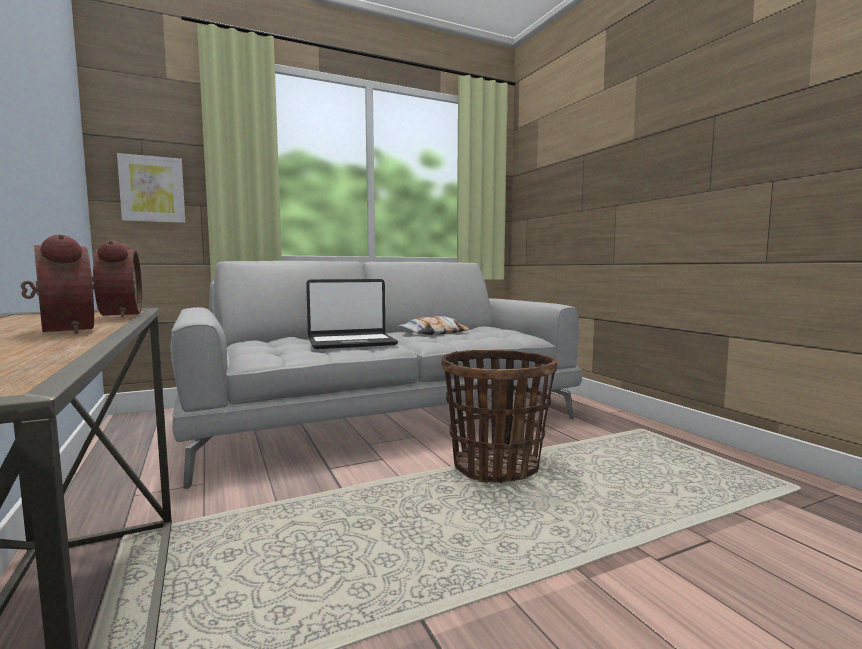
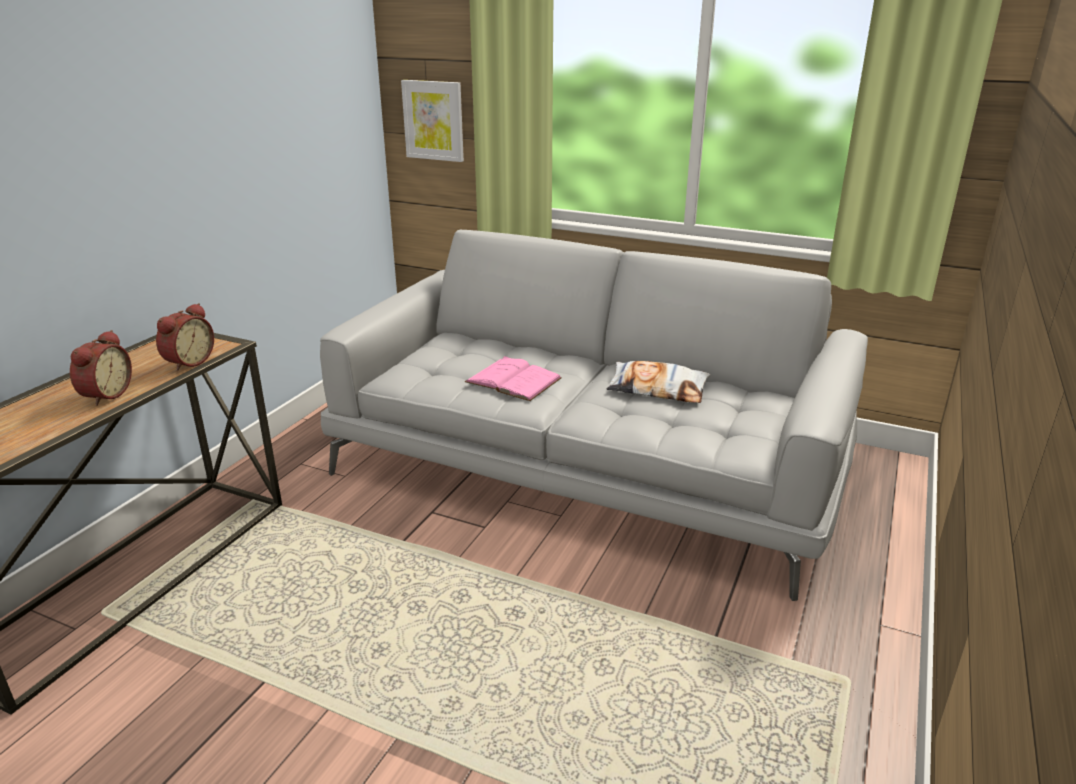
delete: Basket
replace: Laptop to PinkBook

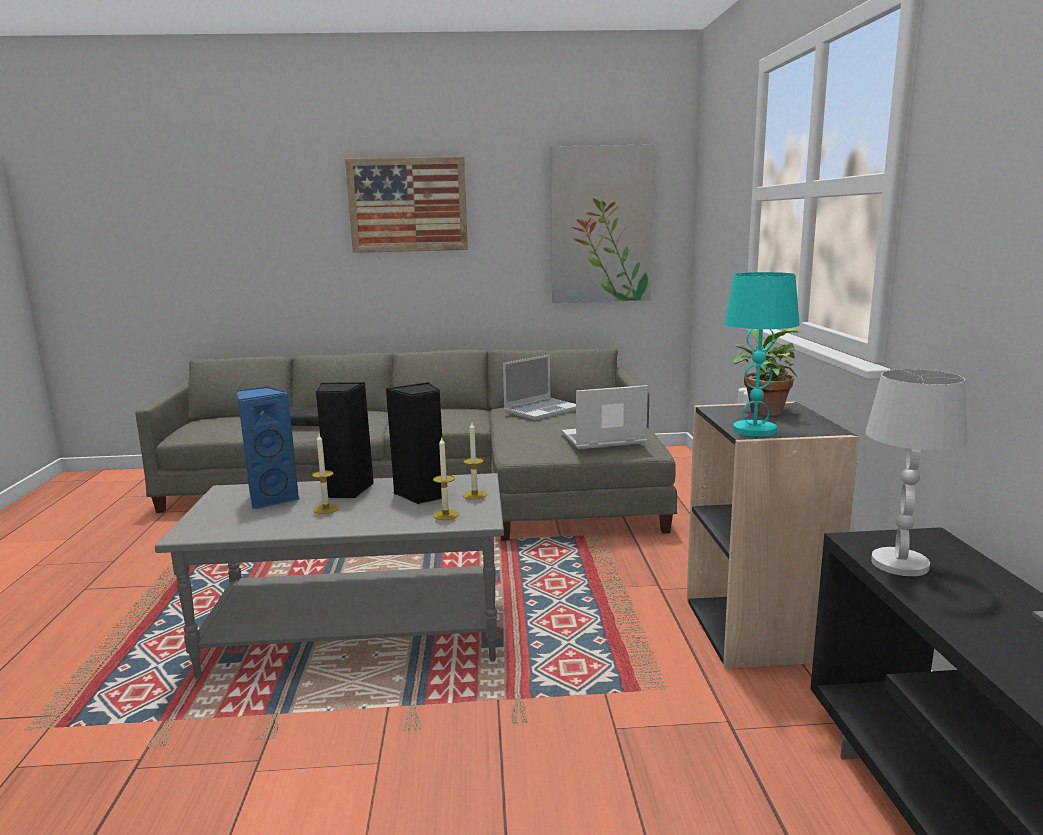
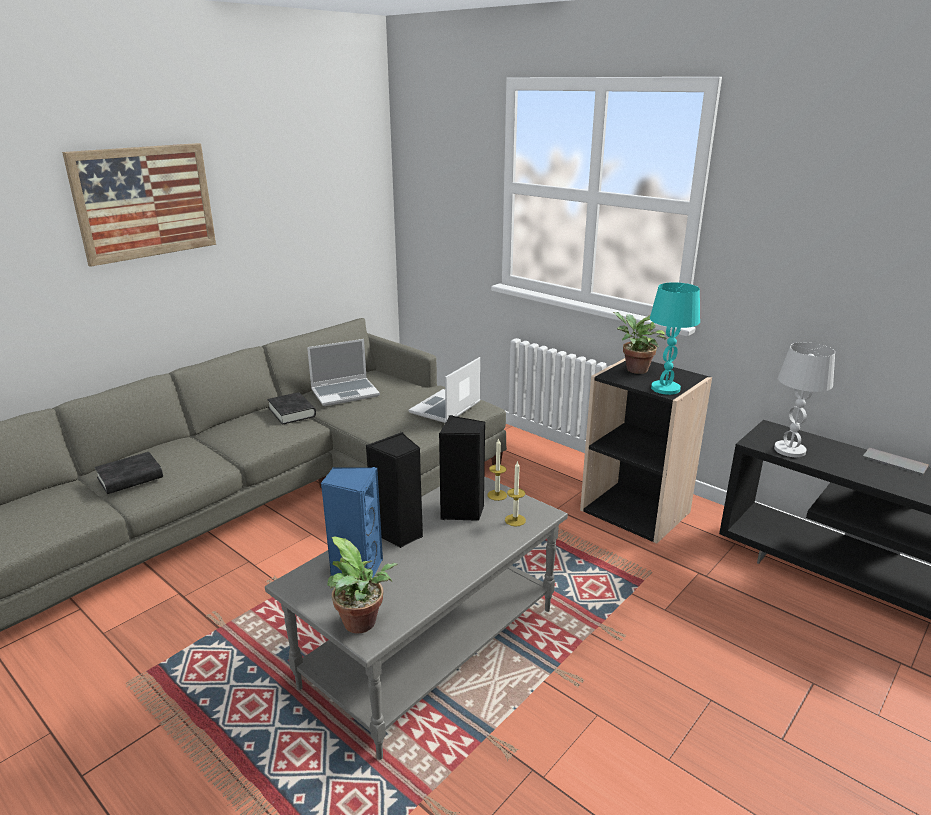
delete: Picture (2nd from left); Candle (1st from left)
insert: BlackBook (2nd from left); PottedPlant (1st from left)
rotate: Laptop (1st from left) 60 degrees clockwise

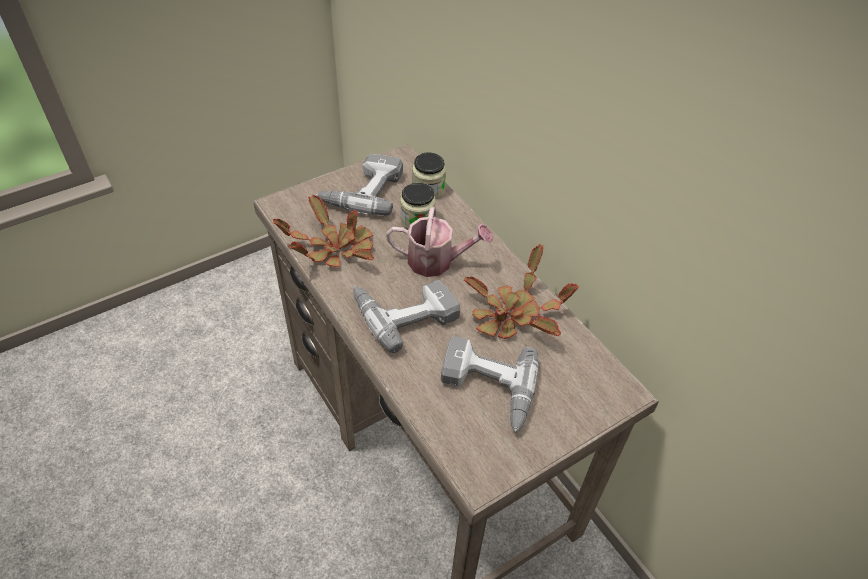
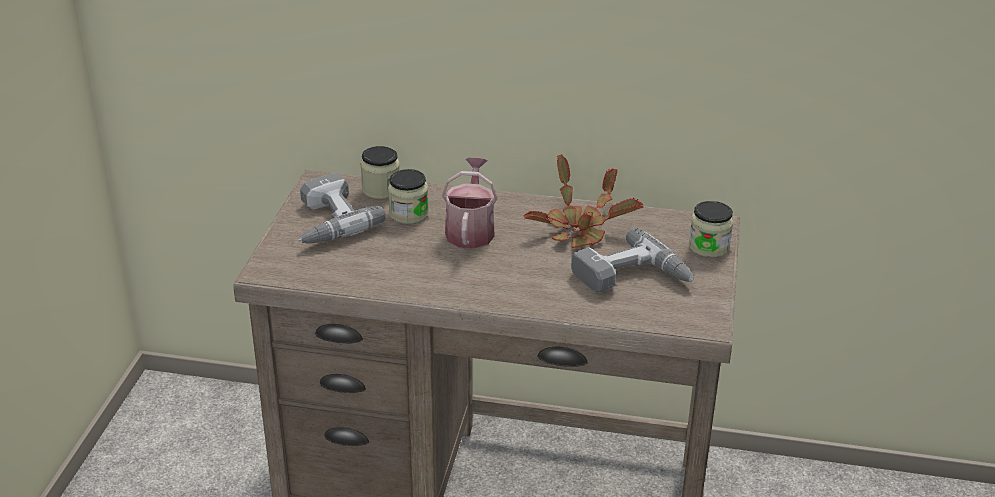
delete: PottedPlant (1st from left); PowerDrill (2nd from left)
insert: Jar (3rd from left)
rotate: WateringCan 45 degrees counterclockwise

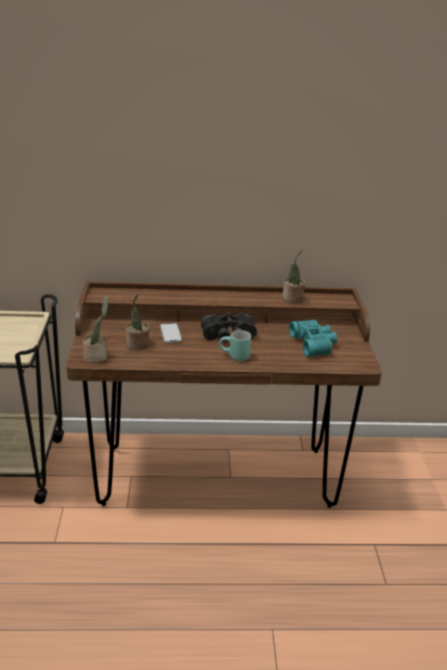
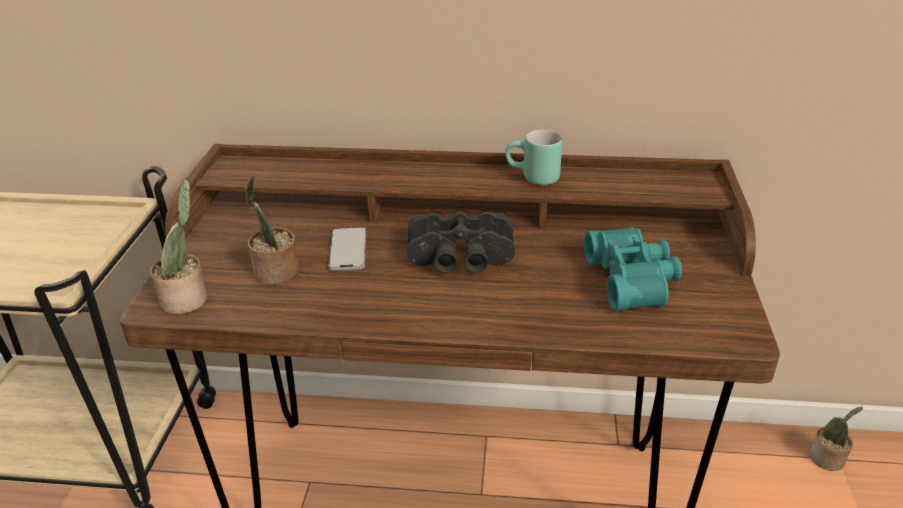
move: PottedPlant (3rd from left); TurquoiseMug

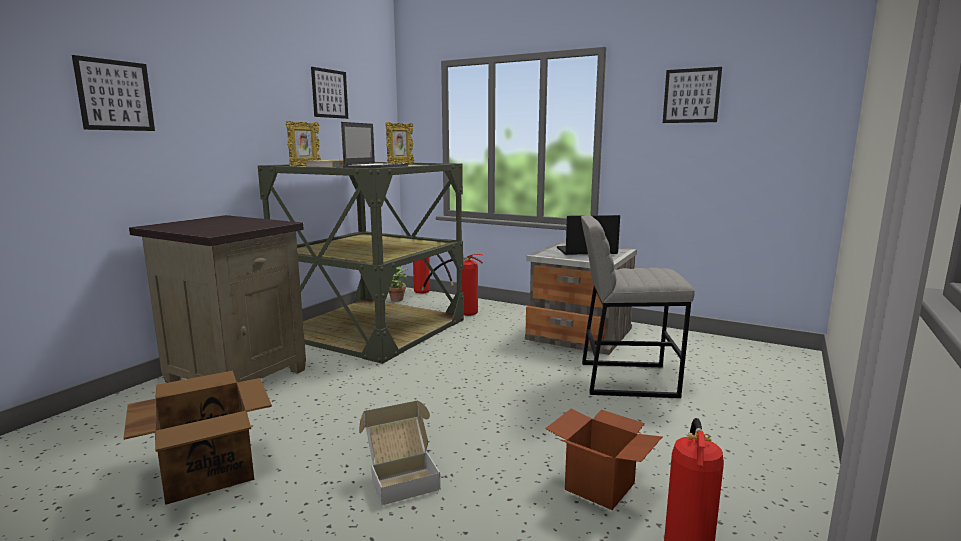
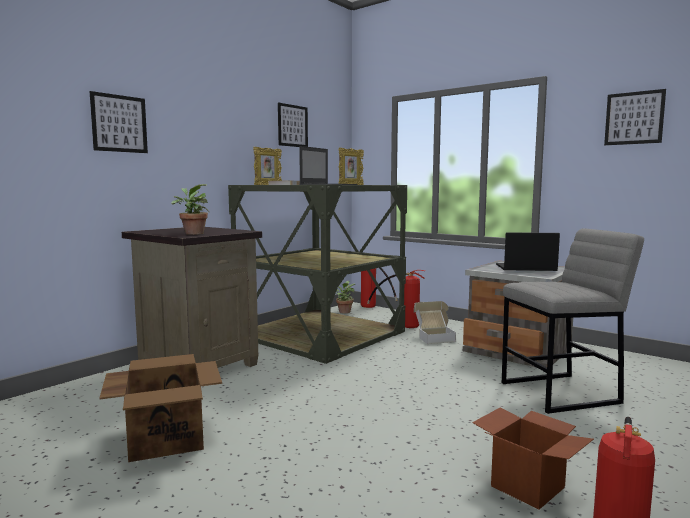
insert: PottedPlant (1st from left)
move: CardboardBox (2nd from left)
rotate: GreyChair 150 degrees clockwise

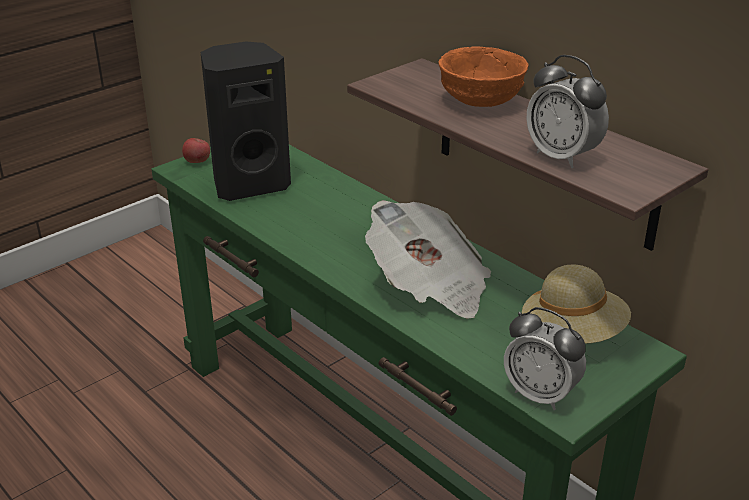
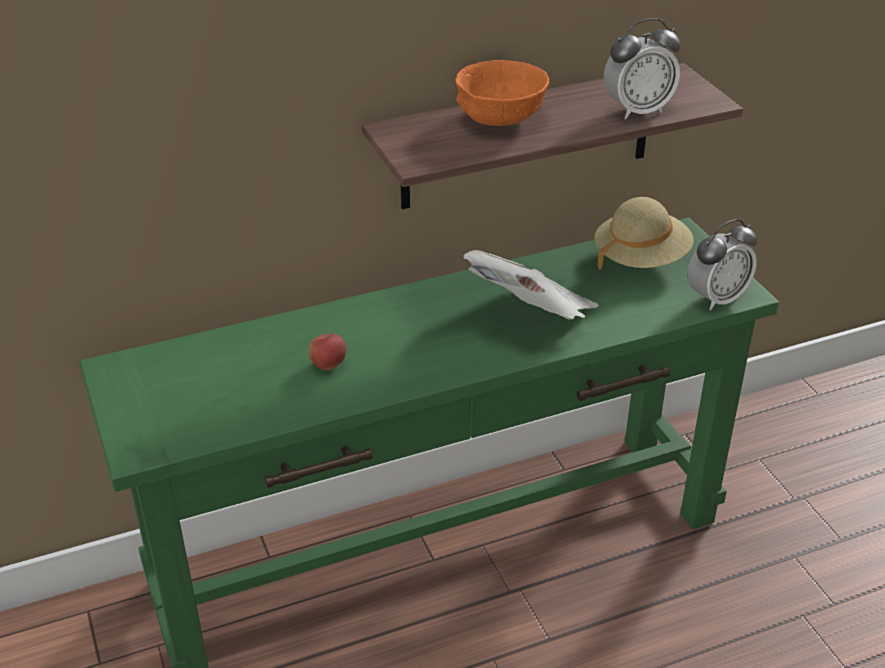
delete: BlackSpeaker
move: Apple

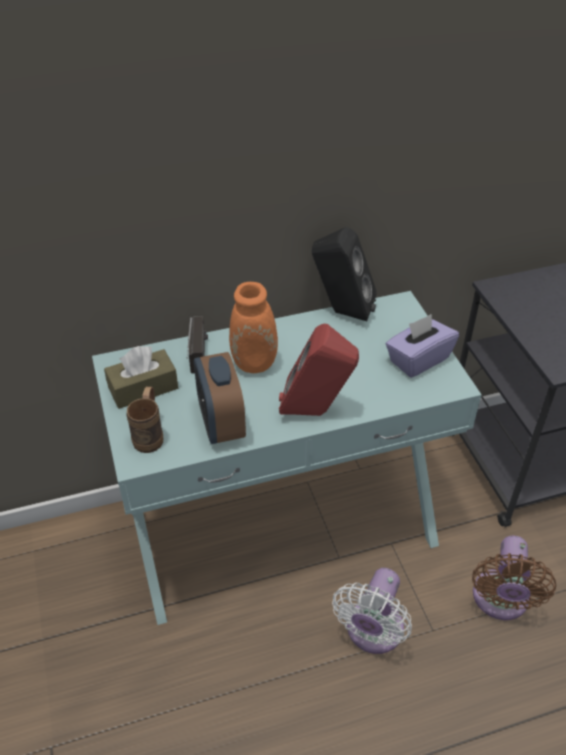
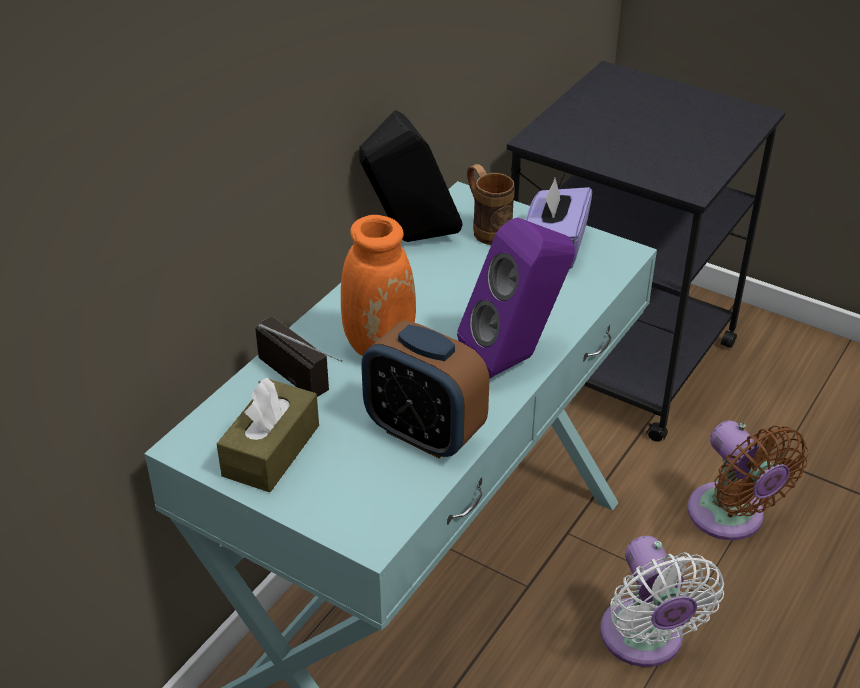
move: BrownMug
recolor: RedSpeaker to PurpleSpeaker

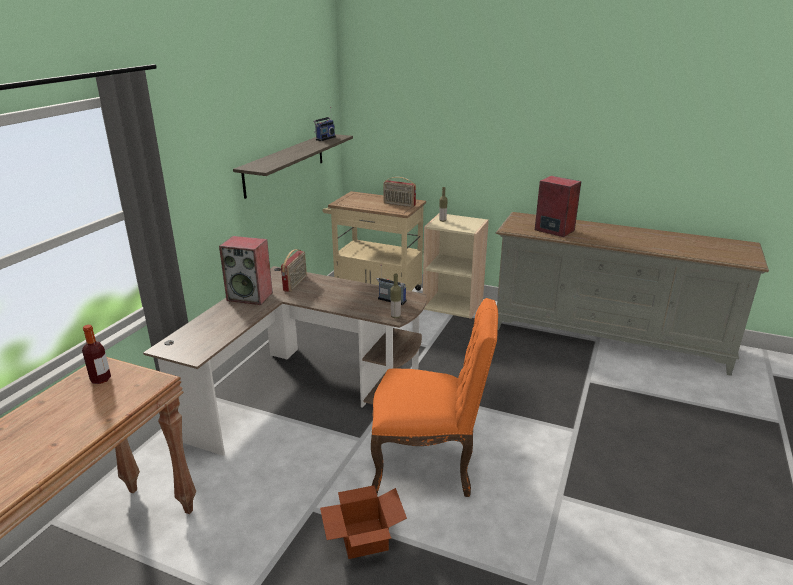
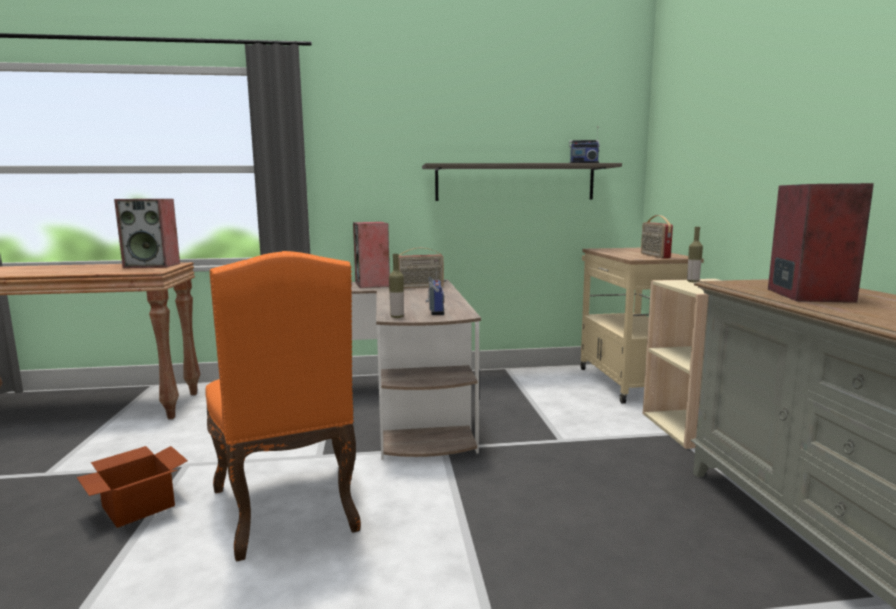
replace: Bottle (1st from left) to Speaker (1st from left)

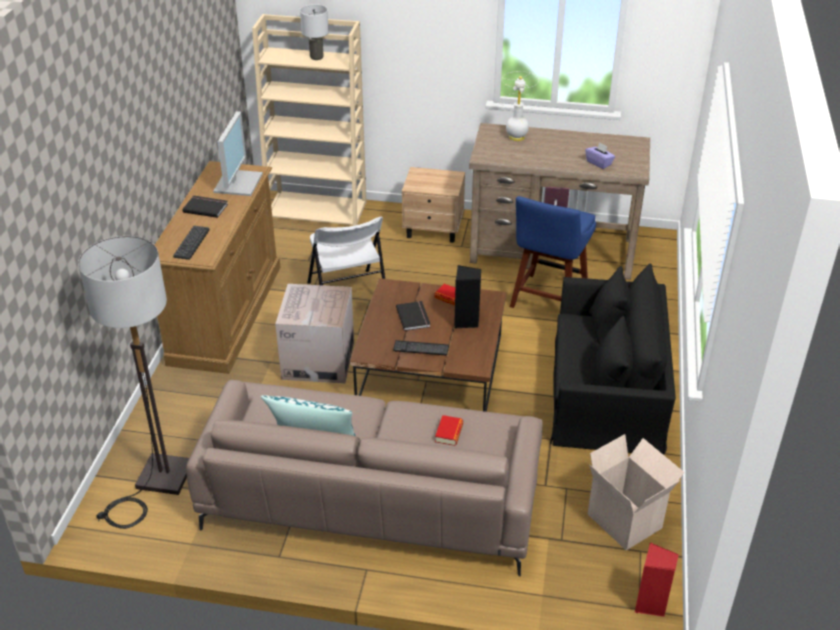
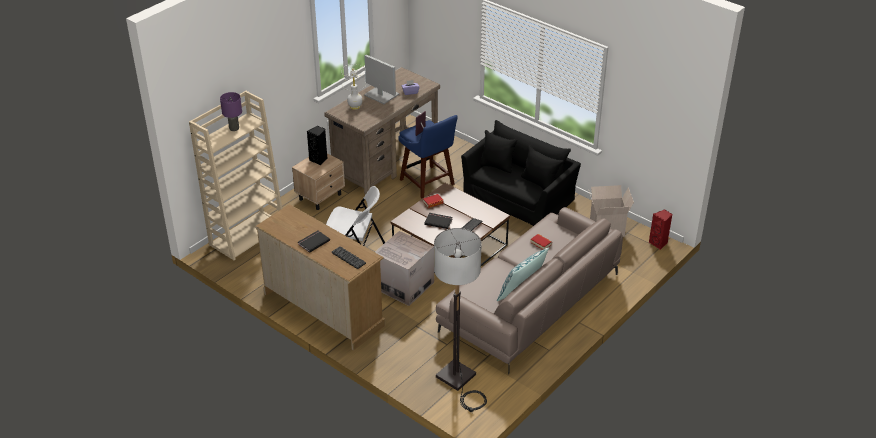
move: Monitor; BlackSpeaker
recolor: WhiteTableLamp (1st from left) to PurpleTableLamp

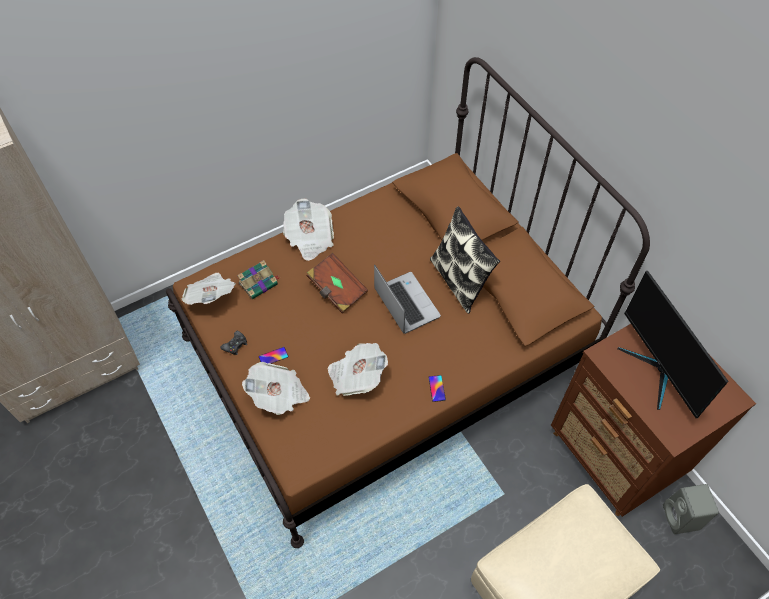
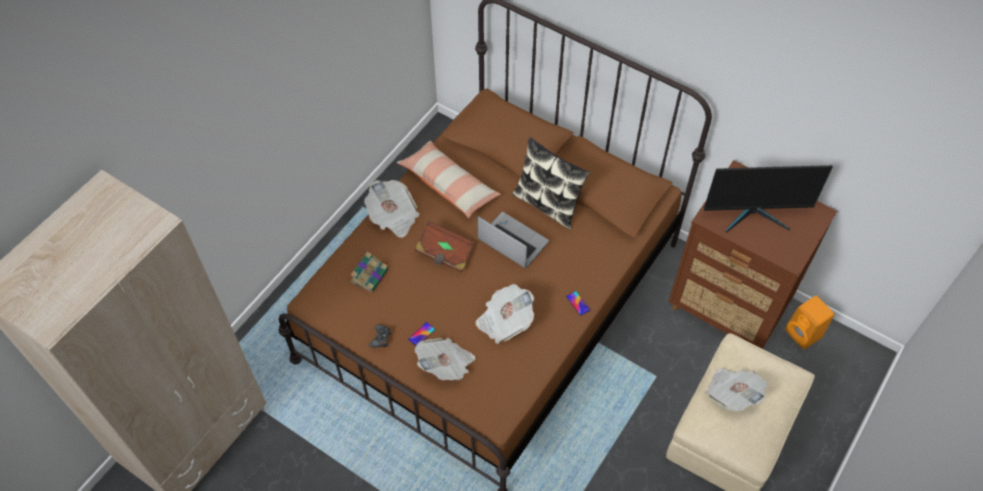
insert: Pillow (1st from left)
move: Newspaper (1st from left in the first image) to Newspaper (4th from left)
recolor: GreySpeaker to OrangeSpeaker
rotate: Monitor 45 degrees counterclockwise

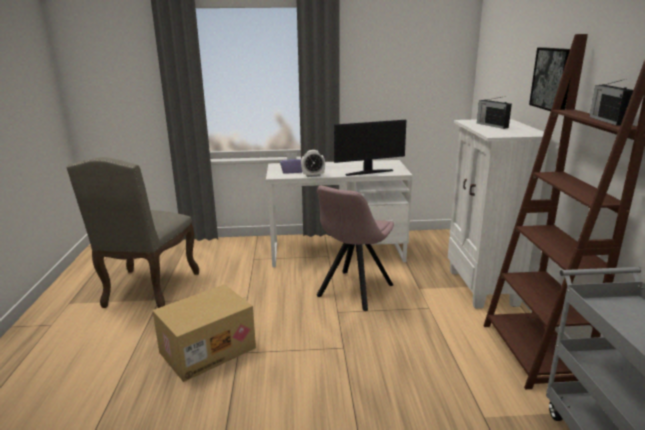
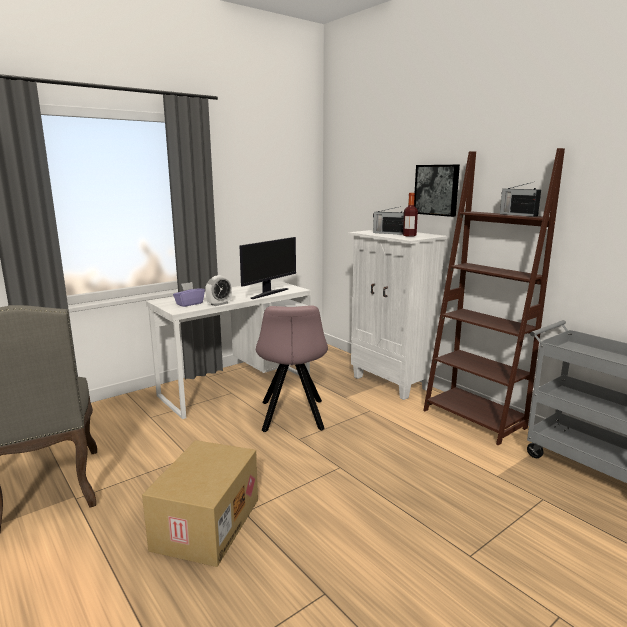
insert: Bottle

